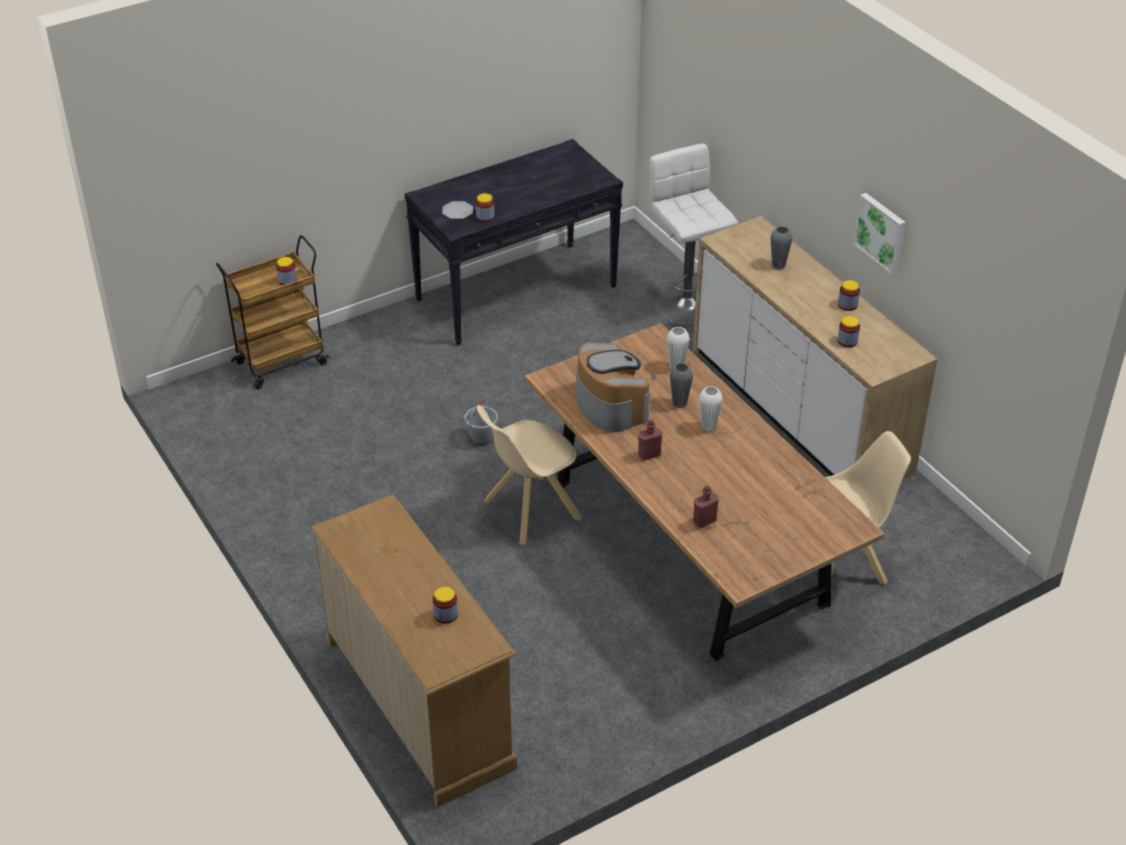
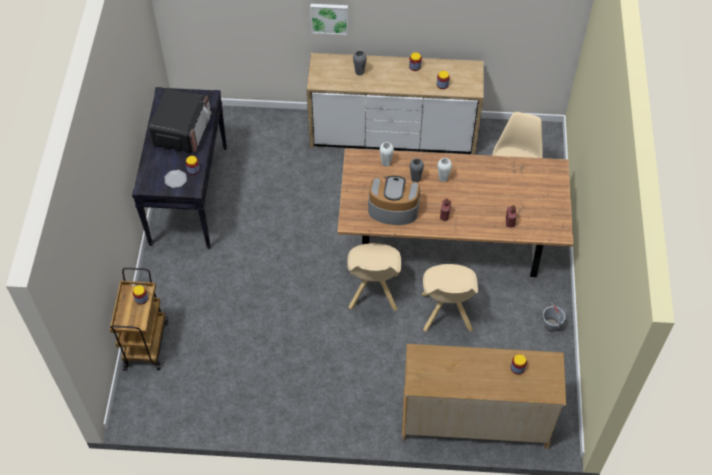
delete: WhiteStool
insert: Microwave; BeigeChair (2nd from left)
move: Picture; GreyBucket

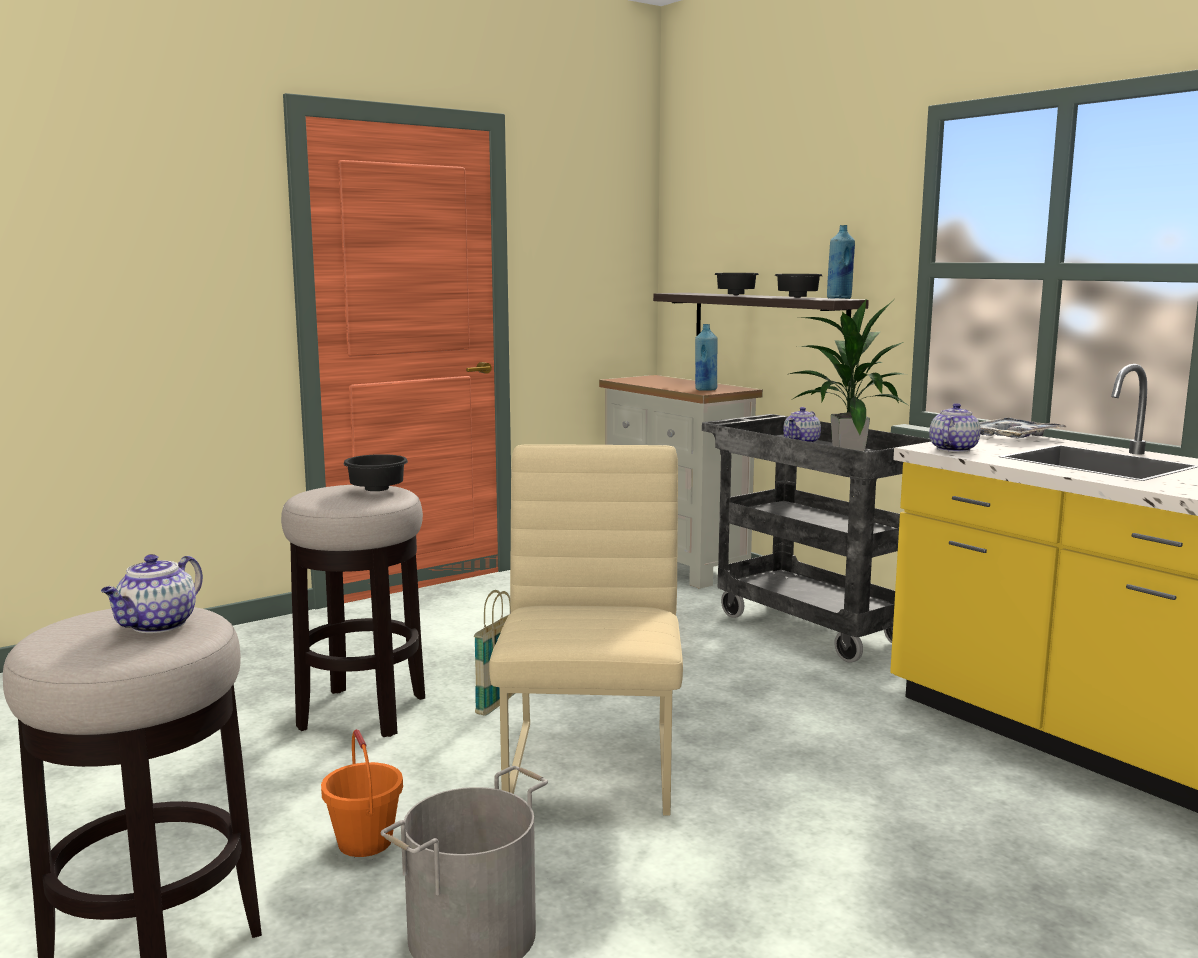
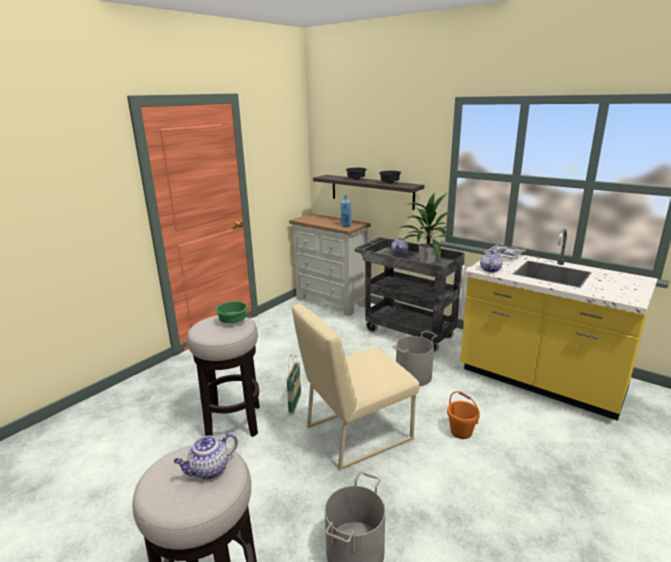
delete: BlueBottle (2nd from left)
insert: GreyBucket (2nd from left)
move: OrangeBucket
recolor: BlackBowl (1st from left) to GreenBowl
rotate: BeigeChair 105 degrees counterclockwise; Teapot (1st from left) 45 degrees clockwise

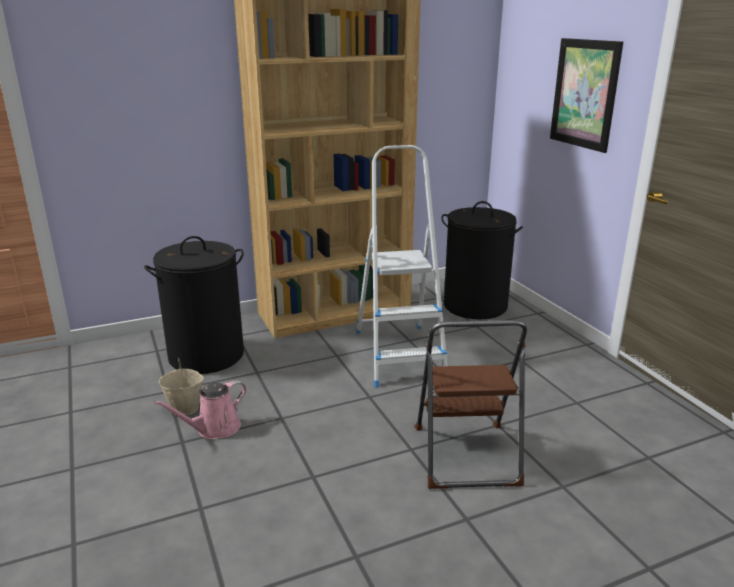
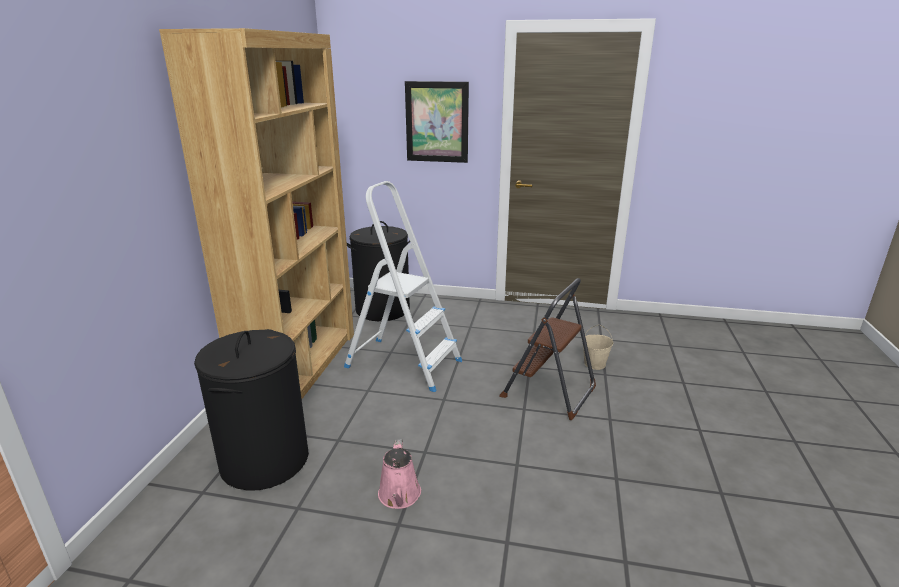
move: BeigeBucket

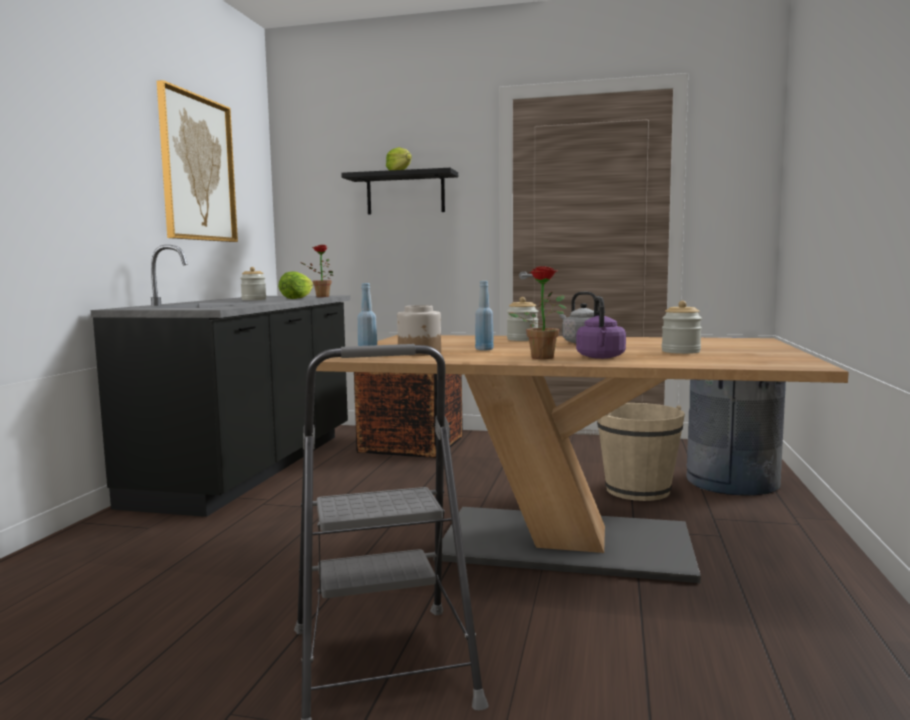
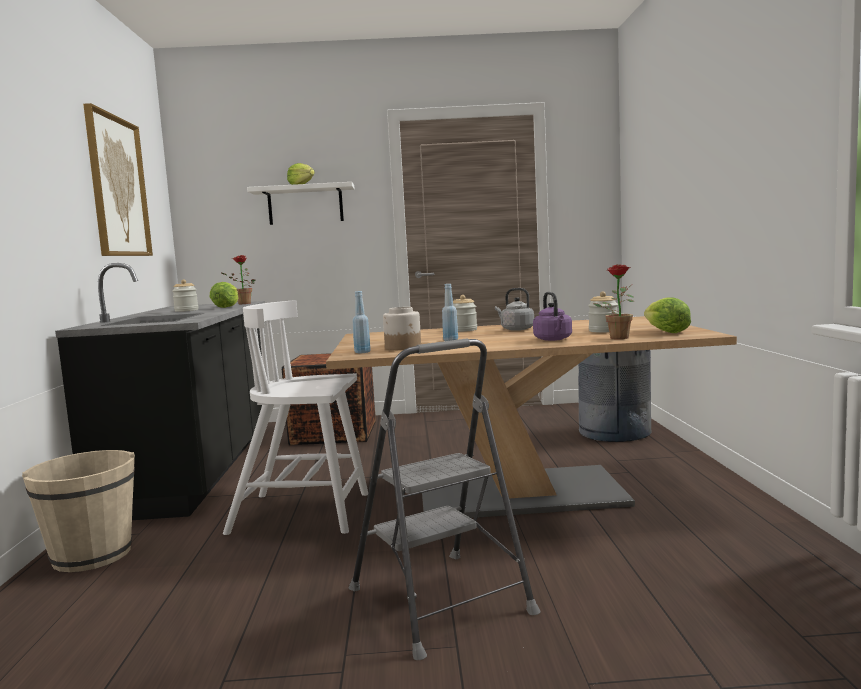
insert: Lettuce (3rd from left); WhiteChair
move: PottedPlant (2nd from left); BeigeBucket
recolor: BlackShelf to WhiteShelf

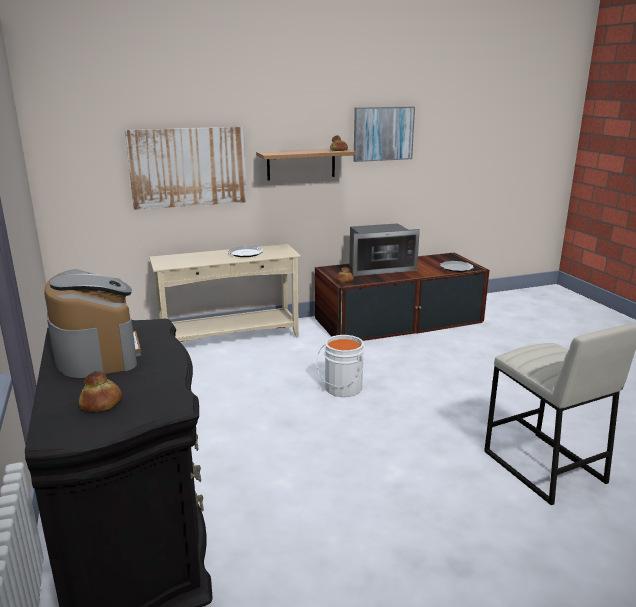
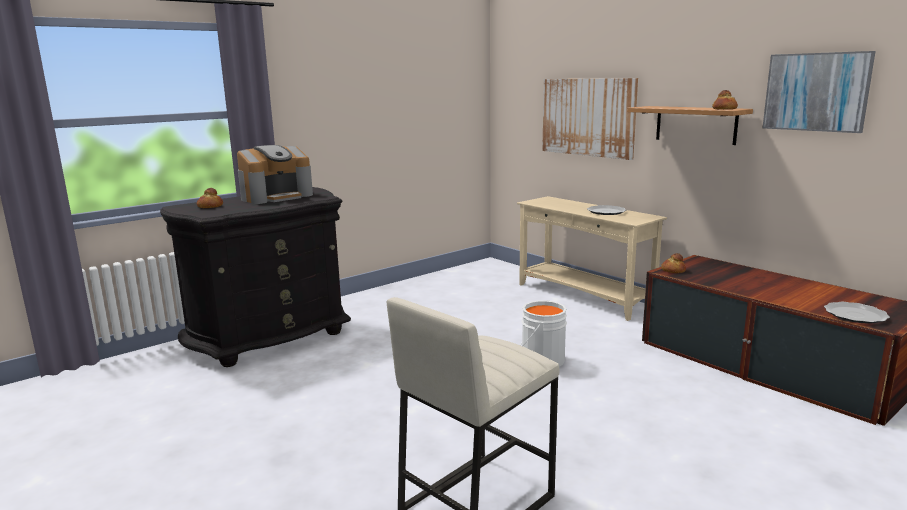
delete: Microwave

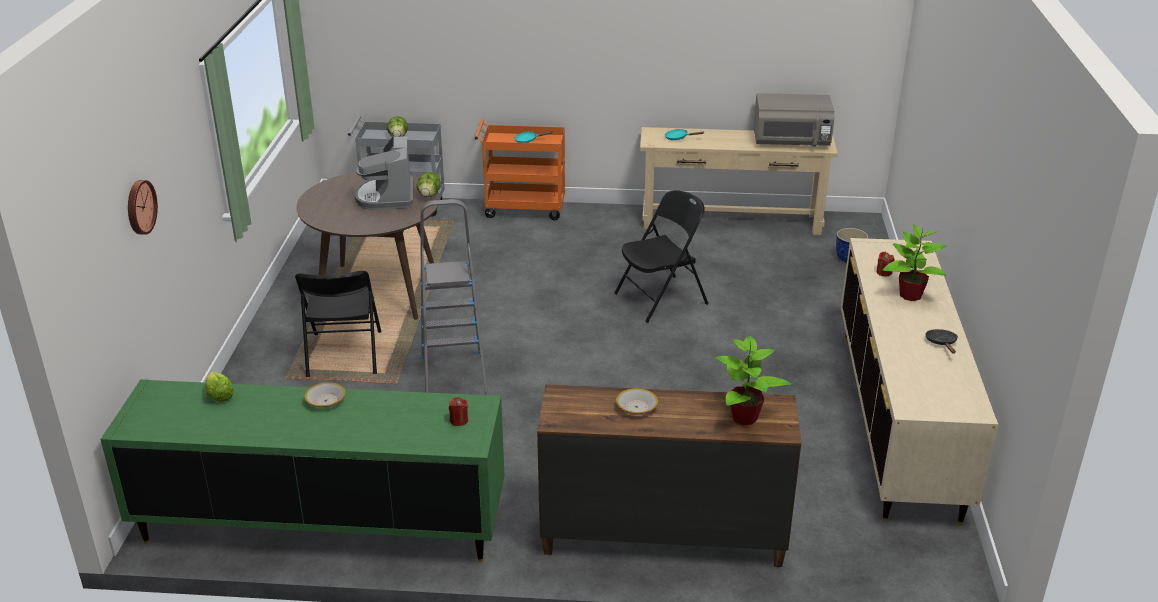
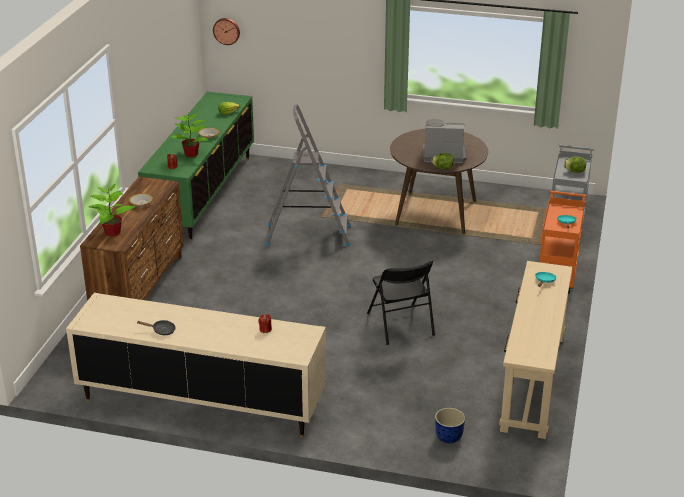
delete: GreyMicrowave; BlackChair (1st from left)
move: WallClock; PottedPlant (2nd from left)

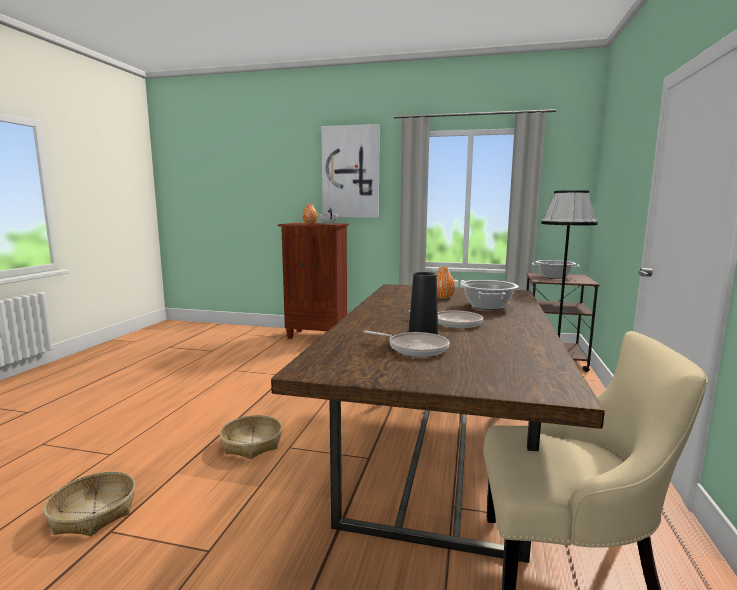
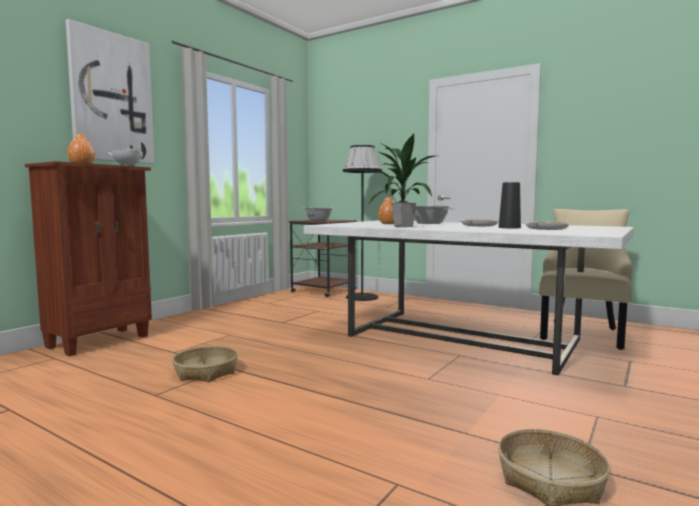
insert: PottedPlant
move: Basket (2nd from left in the first image) to Basket (1st from left)
recolor: BrownDiningTable to WhiteDiningTable

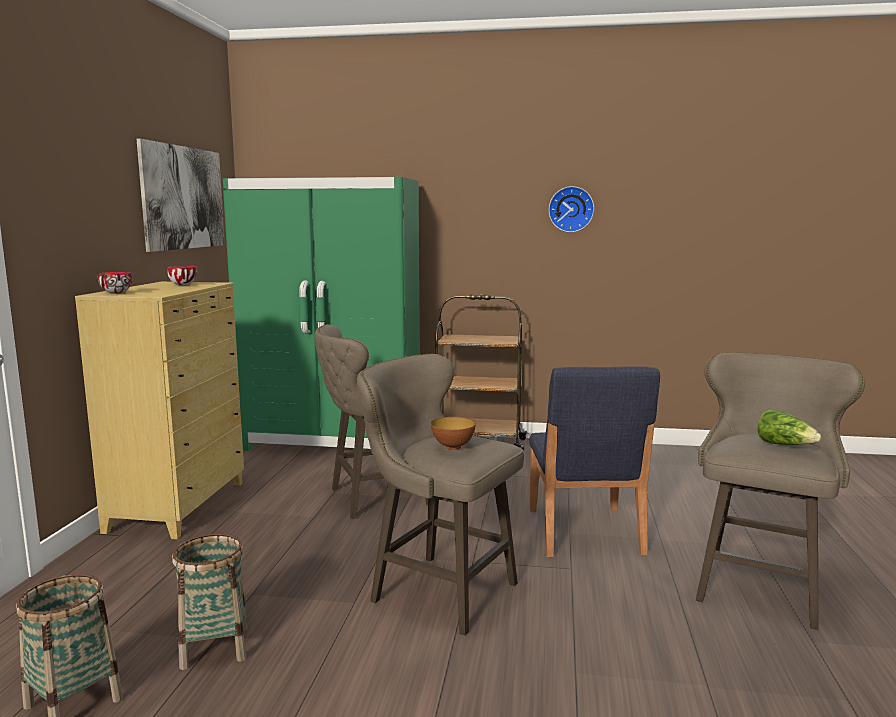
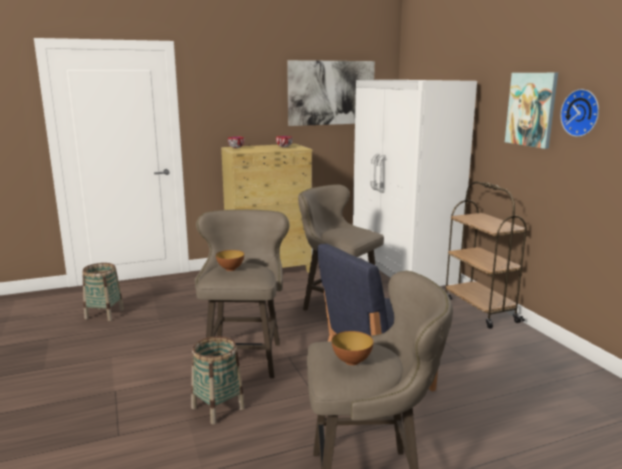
insert: Picture (2nd from left)
move: Basket (2nd from left)
replace: Lettuce to Bowl (4th from left)
recolor: GreenCabinet to WhiteCabinet

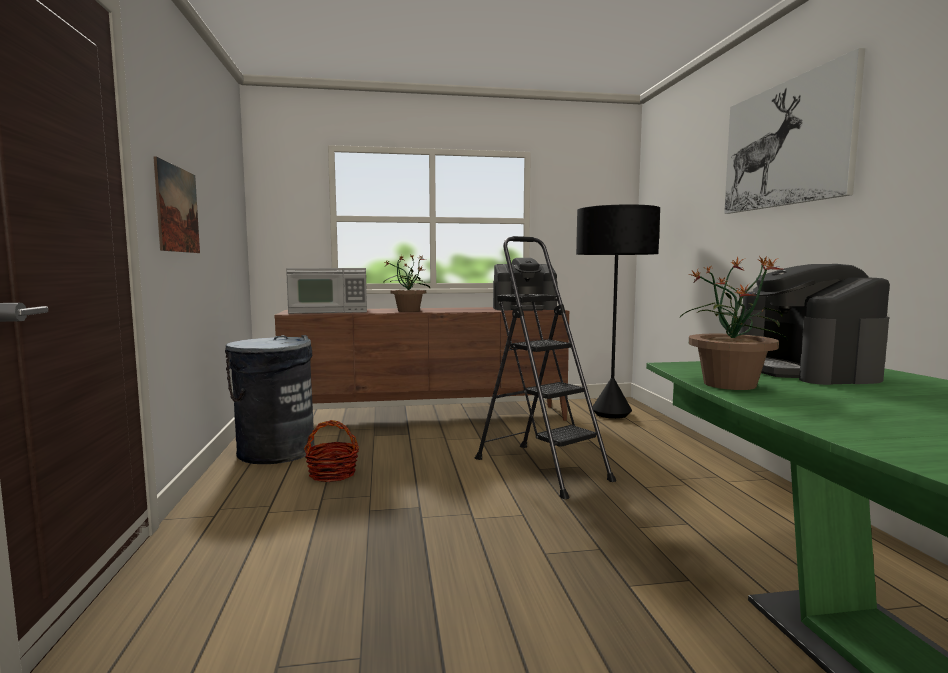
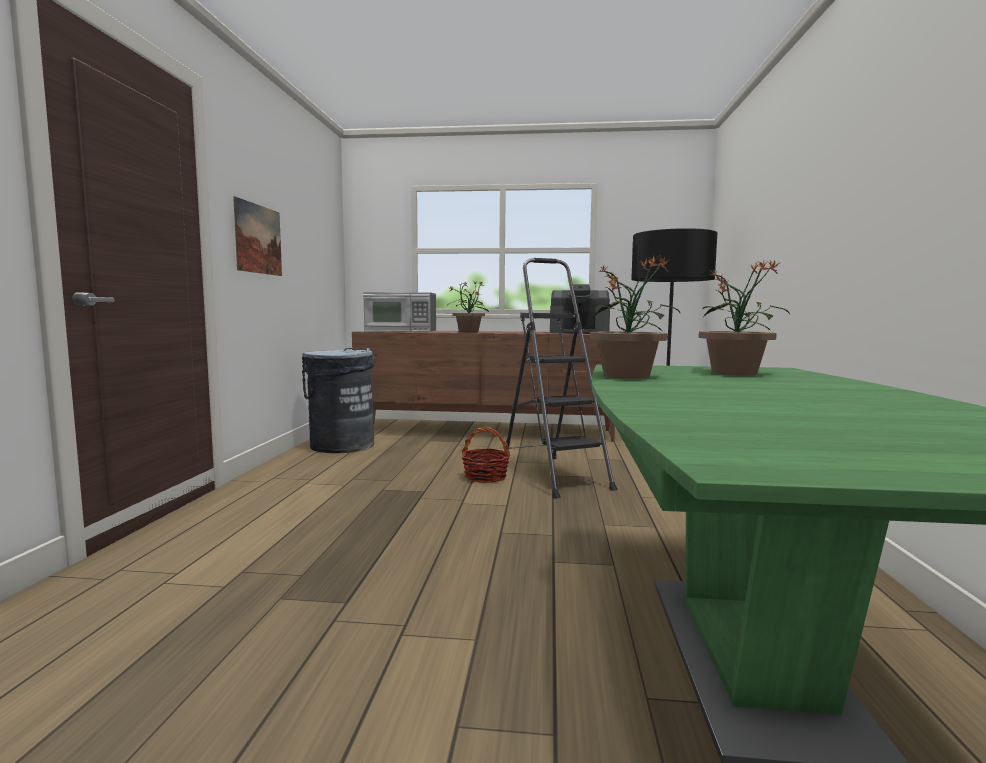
delete: Picture (2nd from left)
move: Basket
replace: CoffeeMachine (2nd from left) to PottedPlant (3rd from left)

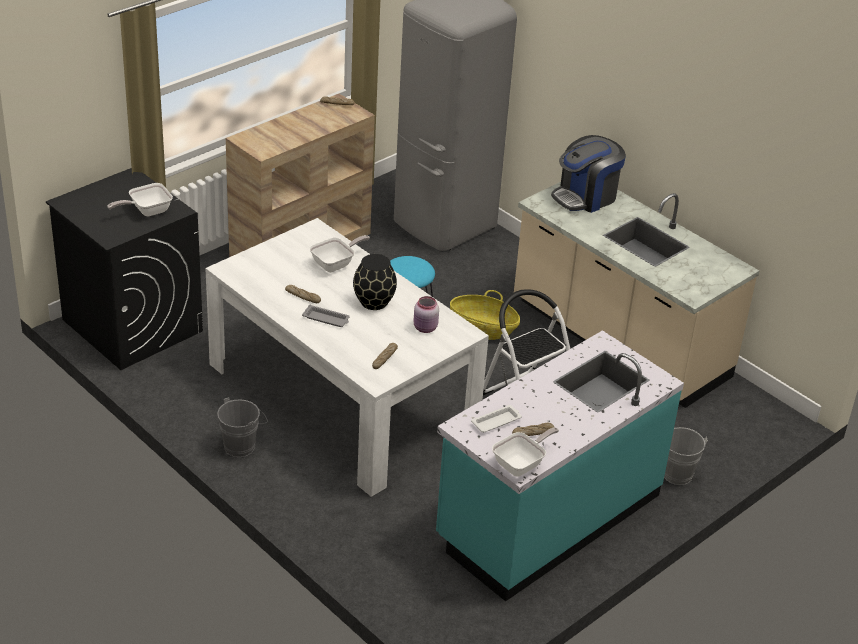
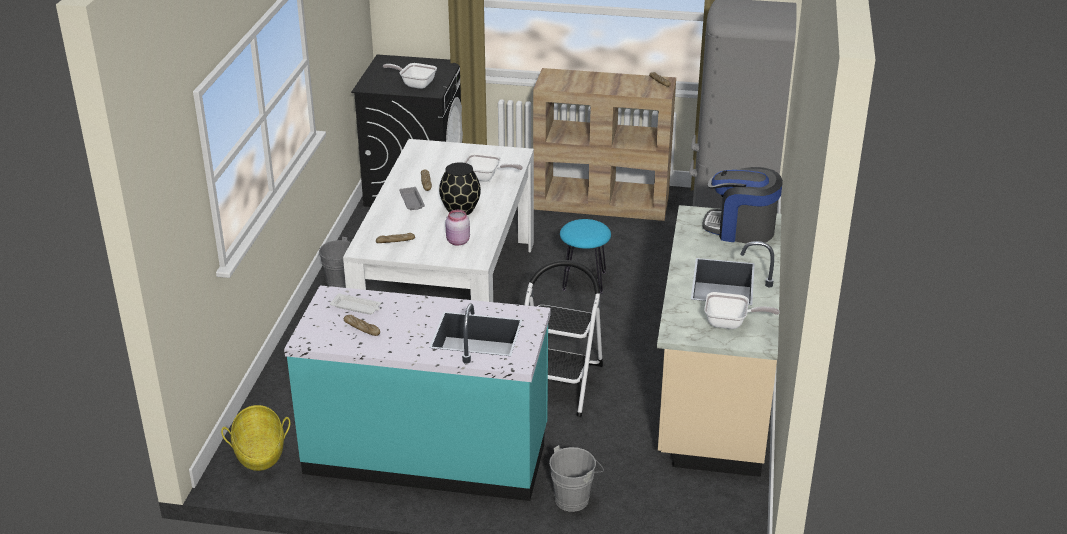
move: Basket; FryingPan (3rd from left)

